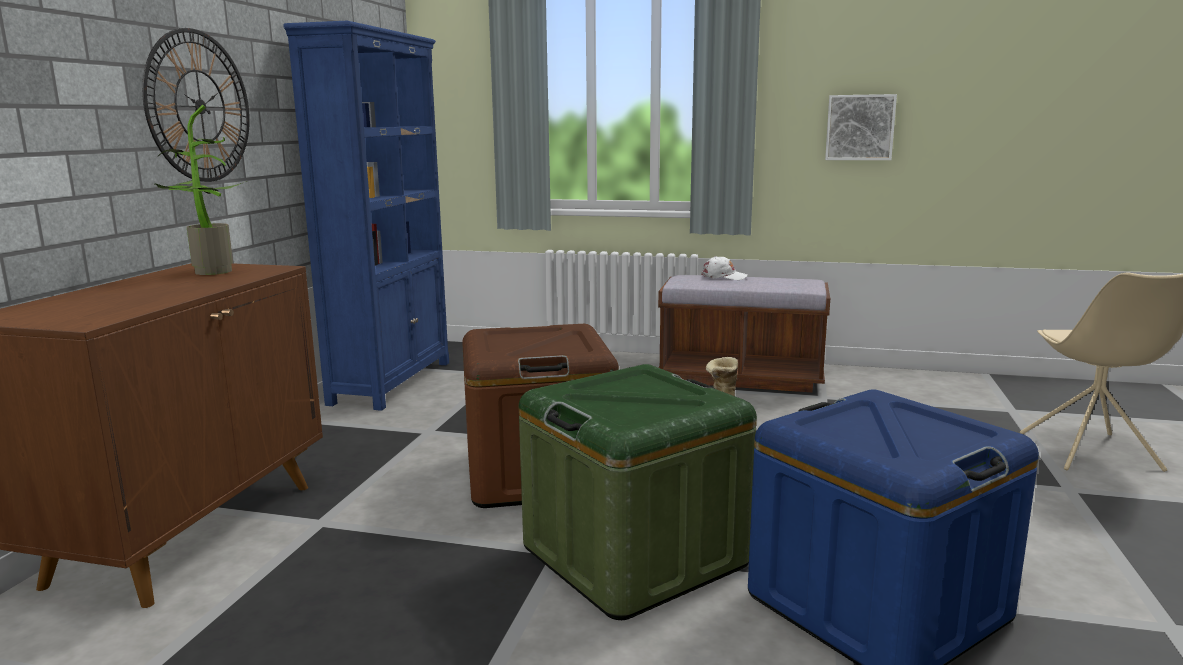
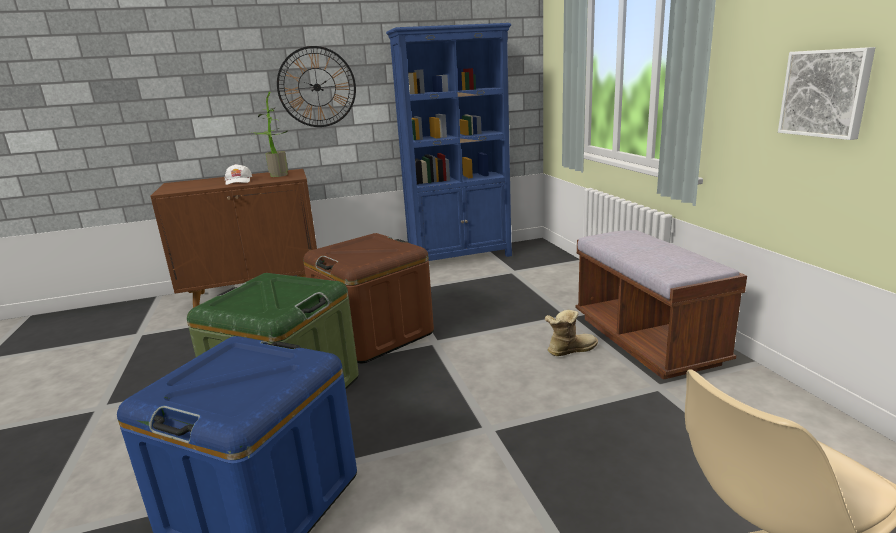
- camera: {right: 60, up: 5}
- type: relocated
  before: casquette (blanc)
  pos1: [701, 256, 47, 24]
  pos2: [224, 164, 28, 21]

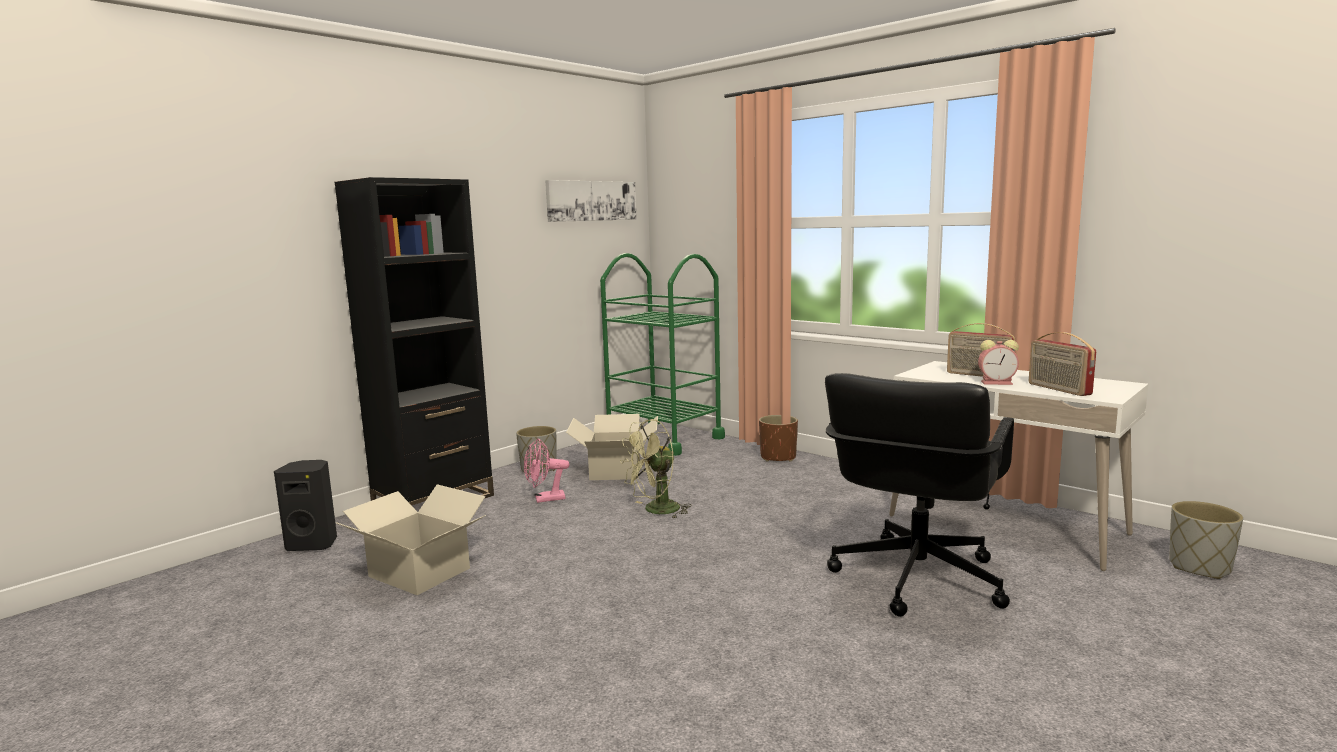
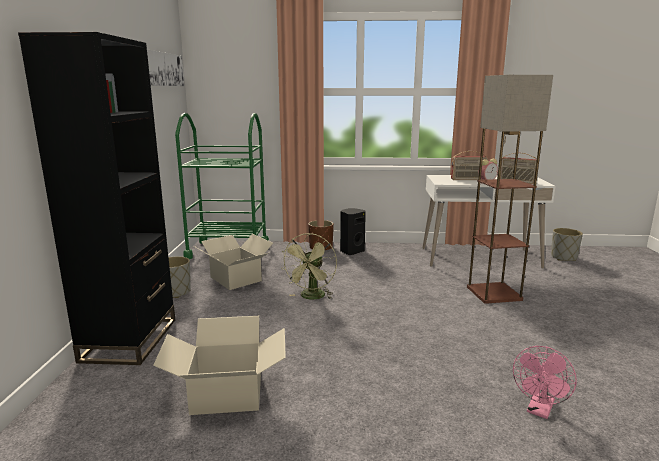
- camera: {right: -40, up: 5}
- type: relocated
  before: enceinte (noir)
  pos1: [274, 460, 63, 91]
  pos2: [340, 208, 26, 47]
- type: exchanged
  before: chaise de bureau (noir)
  after: lampadaire
  pos1: [825, 373, 189, 244]
  pos2: [467, 75, 86, 229]
- type: relocated
  before: ventilateur (rose)
  pos1: [524, 438, 46, 65]
  pos2: [513, 346, 64, 73]

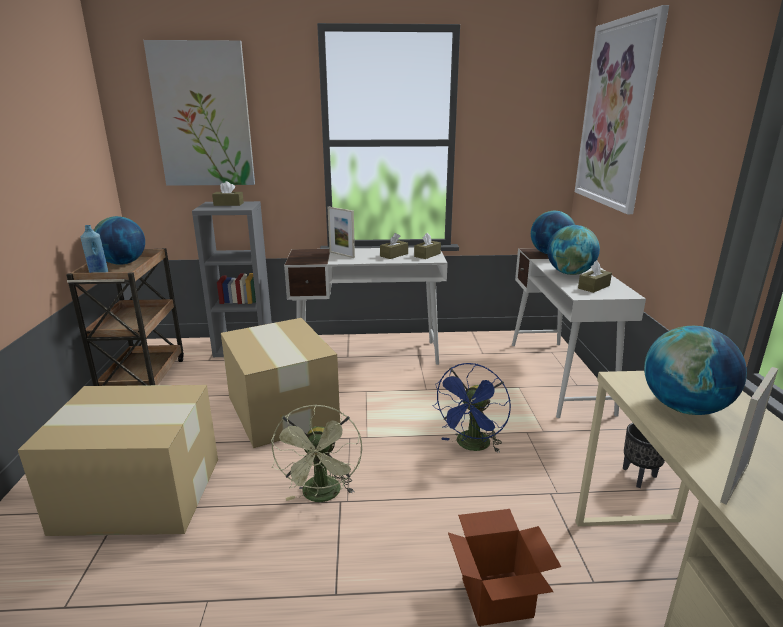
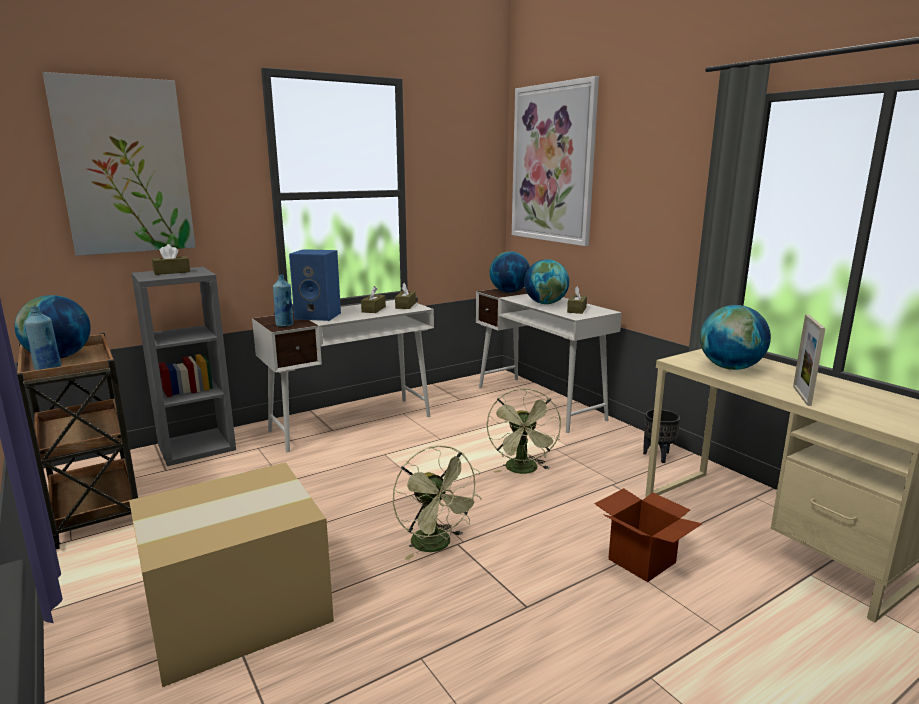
- camera: {right: -30, up: -5}
- type: appeared
  after: bouteille (bleu)
  pos2: [273, 275, 20, 52]
- type: exchanged
  before: cadre photo
  after: enceinte (bleu)
  pos1: [328, 207, 27, 51]
  pos2: [289, 249, 52, 72]
- type: colour
  before: ventilateur (bleu)
  after: ventilateur (vert)
  pos1: [432, 363, 79, 90]
  pos2: [487, 388, 74, 86]
- type: missing
  before: carton
  pos1: [221, 318, 119, 130]

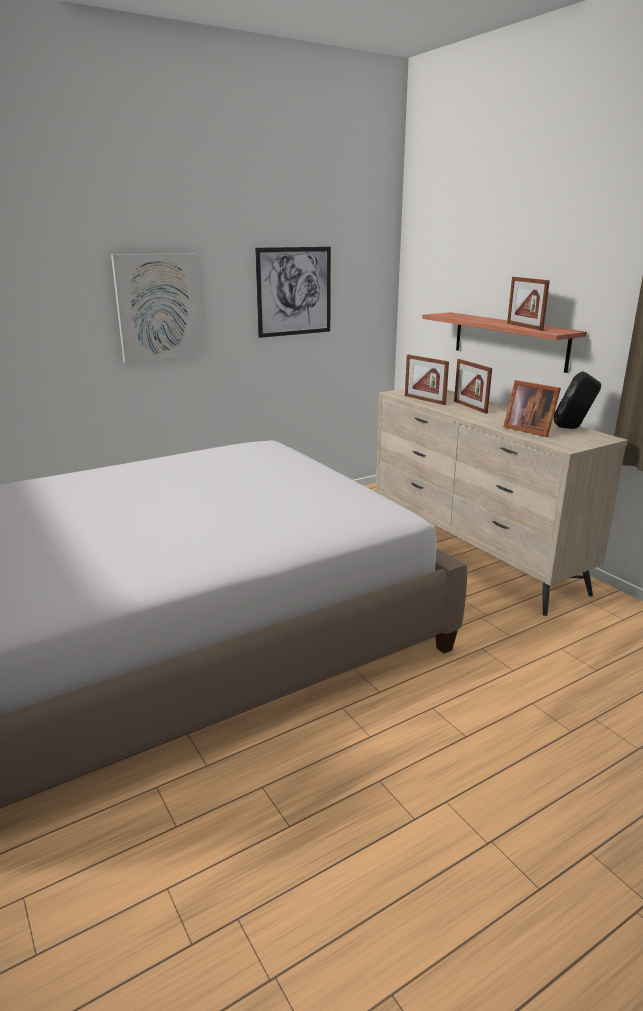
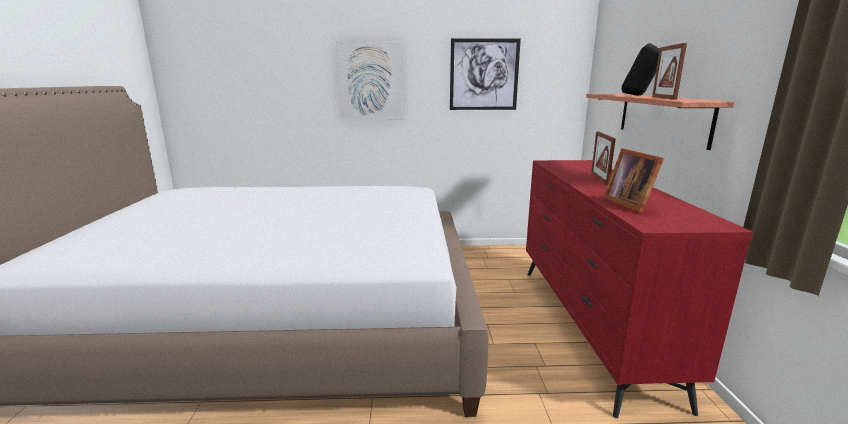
- camera: {right: 30, up: -5}
- type: colour
  before: commode (beige)
  after: commode (rouge)
  pos1: [376, 389, 252, 227]
  pos2: [526, 160, 228, 258]
- type: relocated
  before: enceinte (noir)
  pos1: [554, 371, 47, 58]
  pos2: [621, 43, 39, 52]
- type: missing
  before: cadre photo
  pos1: [405, 355, 44, 50]

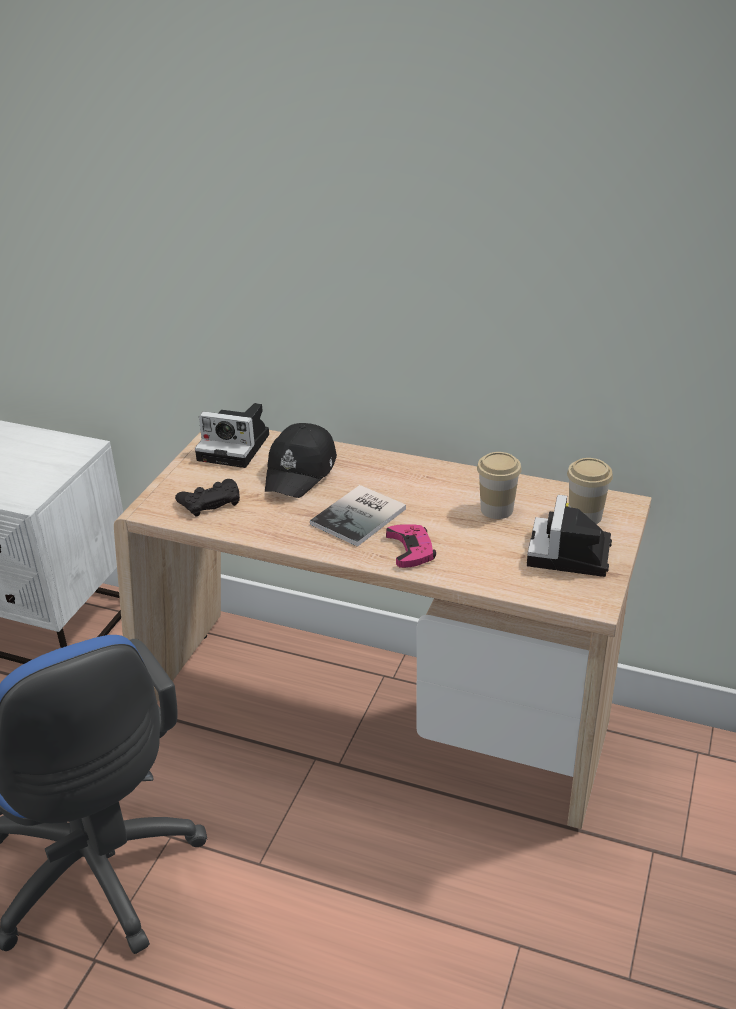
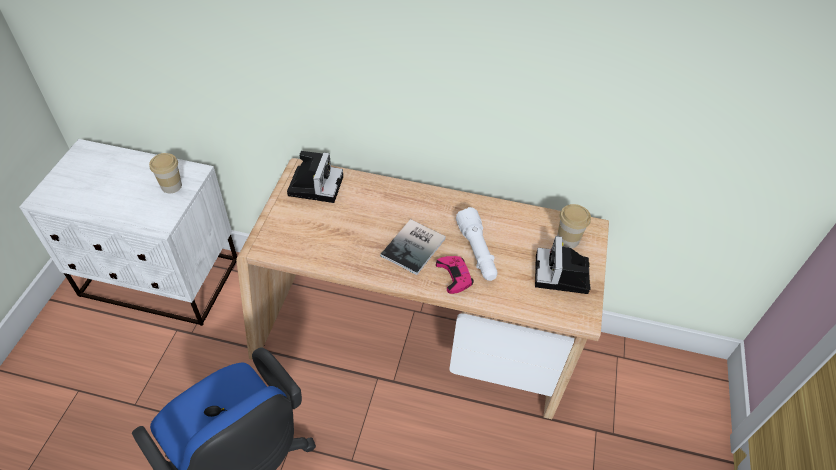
- camera: {right: -10, up: 15}
- type: relocated
  before: tasse
  pos1: [477, 452, 45, 67]
  pos2: [149, 153, 33, 40]
- type: spun
  before: appareil photo
  pos1: [195, 403, 74, 65]
  pos2: [287, 151, 56, 52]
  turn: -90
- type: appeared
  after: lampe de poche (blanc)
  pos2: [456, 207, 42, 74]
- type: missing
  before: manette (noir)
  pos1: [175, 479, 65, 38]
- type: missing
  before: casquette (noir)
  pos1: [265, 423, 72, 75]

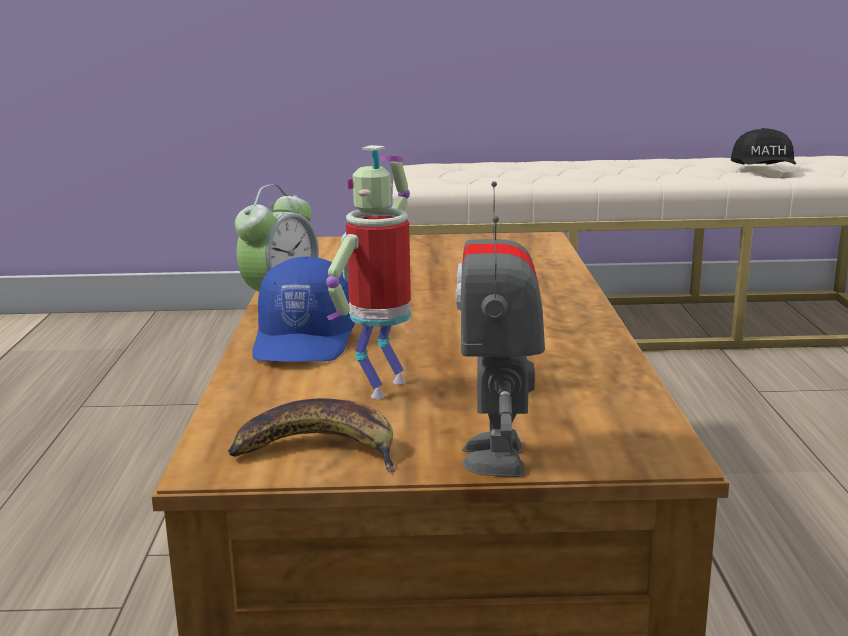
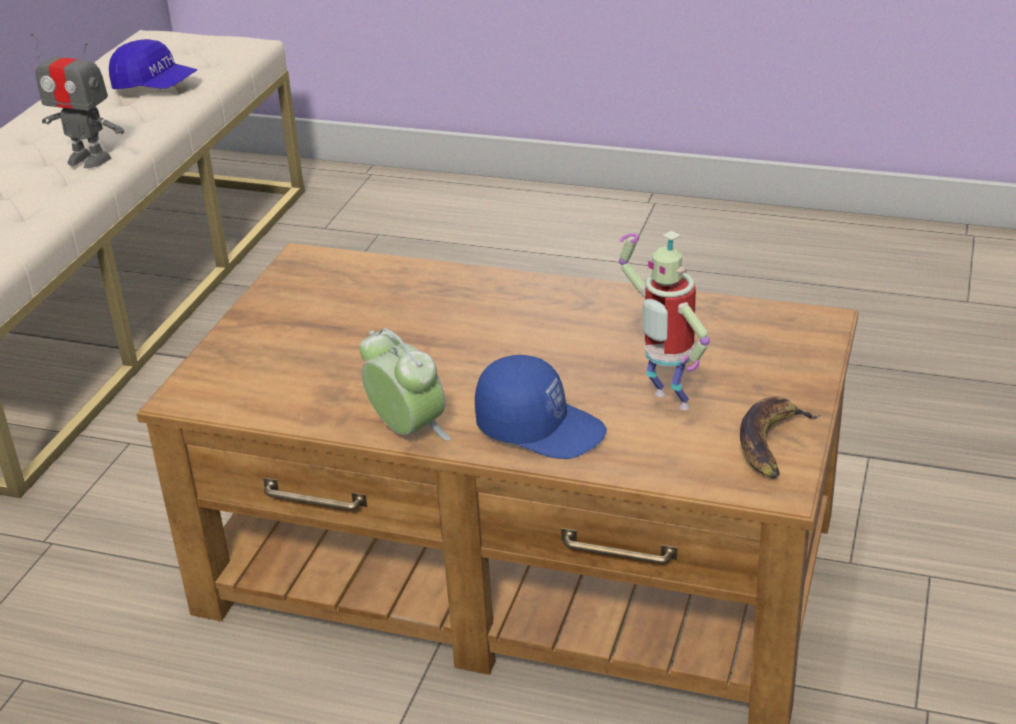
- camera: {right: -70, up: 15}
- type: relocated
  before: robot jouet
  pos1: [456, 181, 89, 296]
  pos2: [30, 33, 94, 135]
- type: colour
  before: casquette (noir)
  after: casquette (bleu)
  pos1: [731, 128, 65, 37]
  pos2: [109, 39, 88, 50]

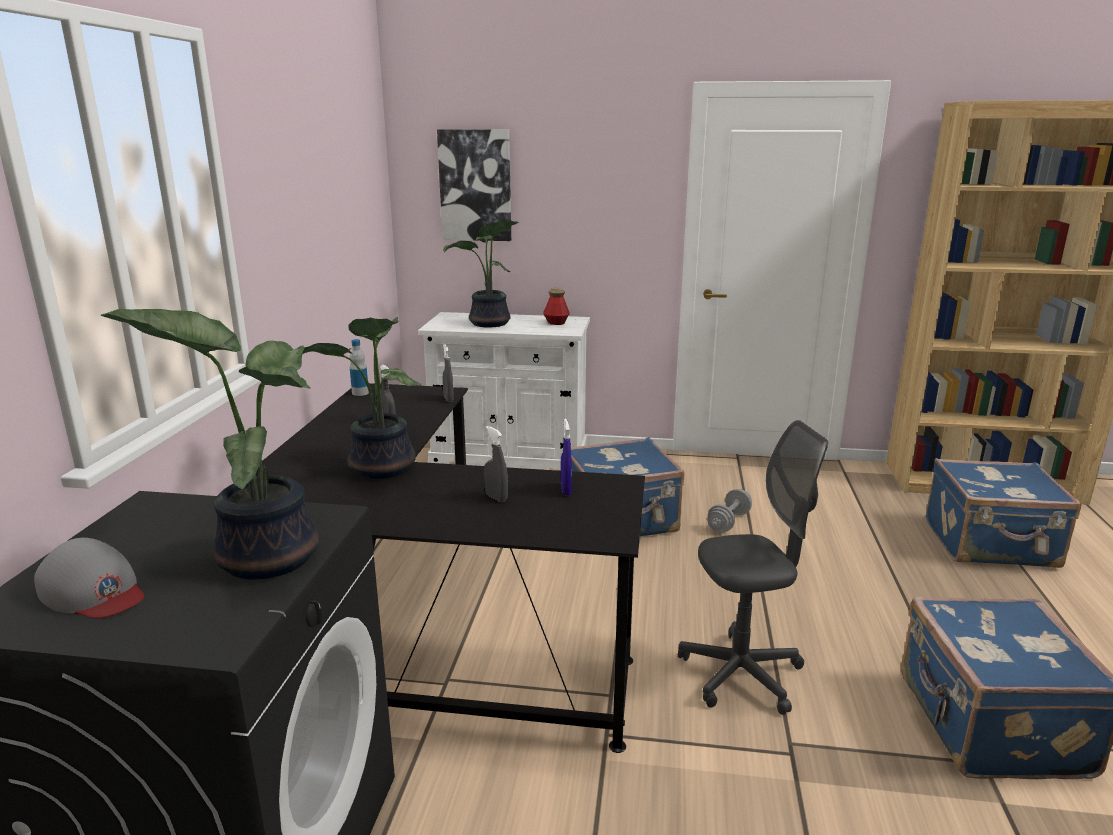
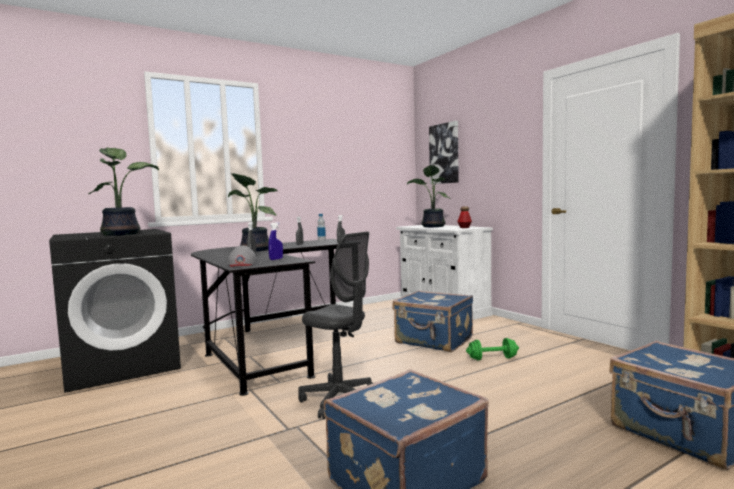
- camera: {right: 50, up: -15}
- type: relocated
  before: casquette (gris)
  pos1: [34, 538, 110, 81]
  pos2: [228, 245, 29, 22]
- type: colour
  before: haltère (gris)
  after: haltère (vert)
  pos1: [707, 489, 45, 43]
  pos2: [466, 338, 53, 22]

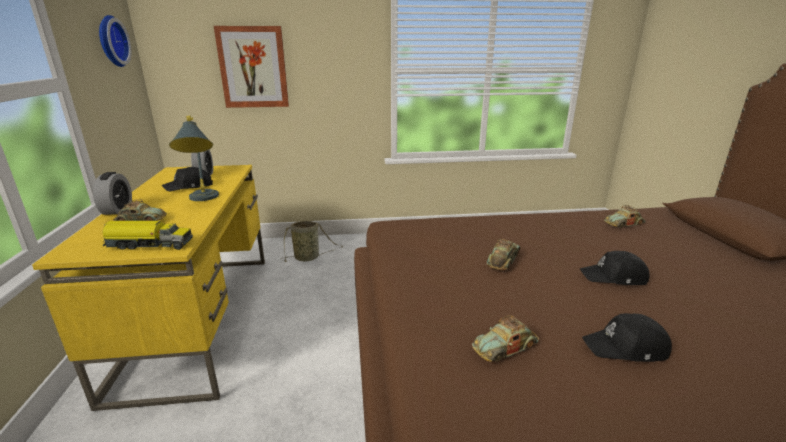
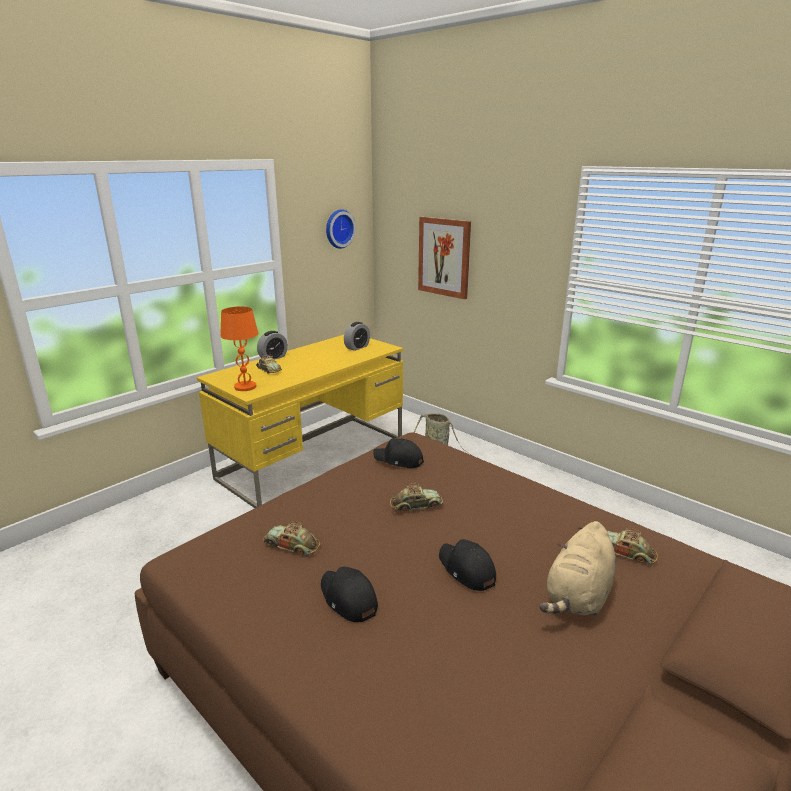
- camera: {right: 50, up: 0}
- type: exchanged
  before: camion jouet
  after: lampe de table (orange)
  pos1: [103, 221, 90, 29]
  pos2: [220, 306, 38, 85]
- type: relocated
  before: casquette (noir)
  pos1: [162, 167, 51, 24]
  pos2: [373, 438, 51, 30]
- type: appeared
  after: peluche (beige)
  pos2: [539, 521, 77, 95]
- type: missing
  before: lampe de table (gris)
  pos1: [169, 116, 50, 85]

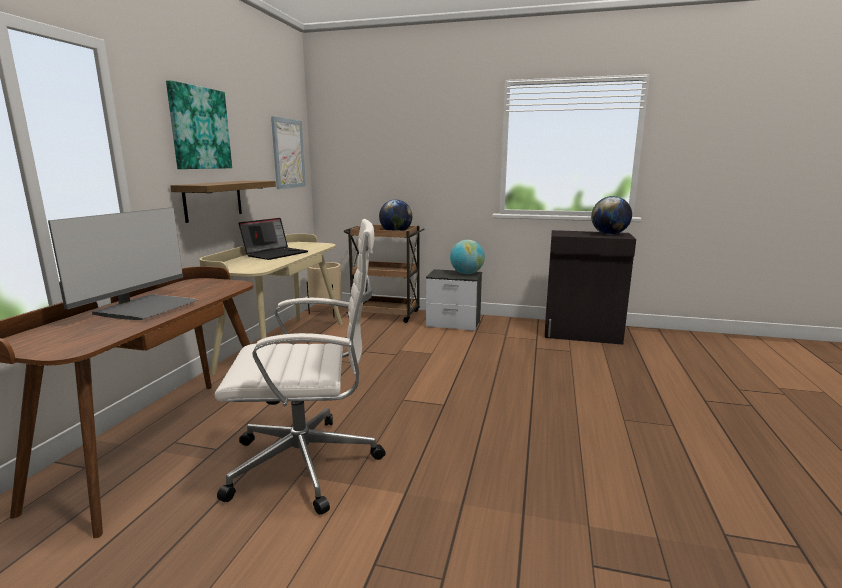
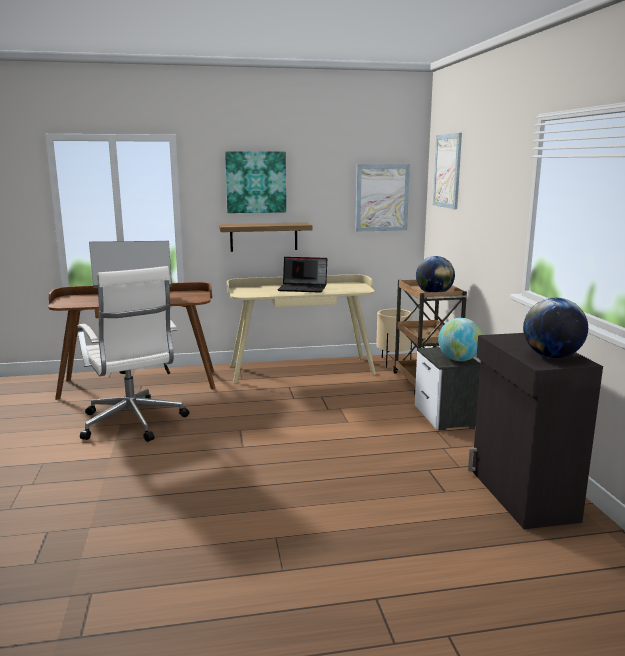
- camera: {right: 65, up: 0}
- type: appeared
  after: tableau
  pos2: [433, 133, 29, 76]

